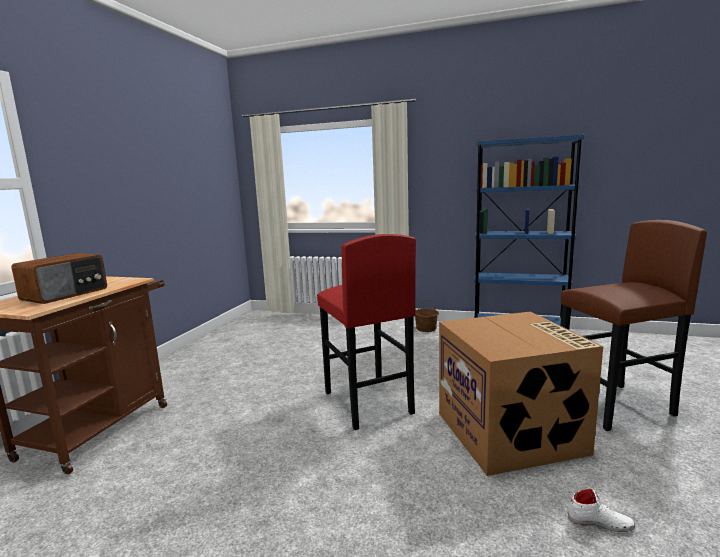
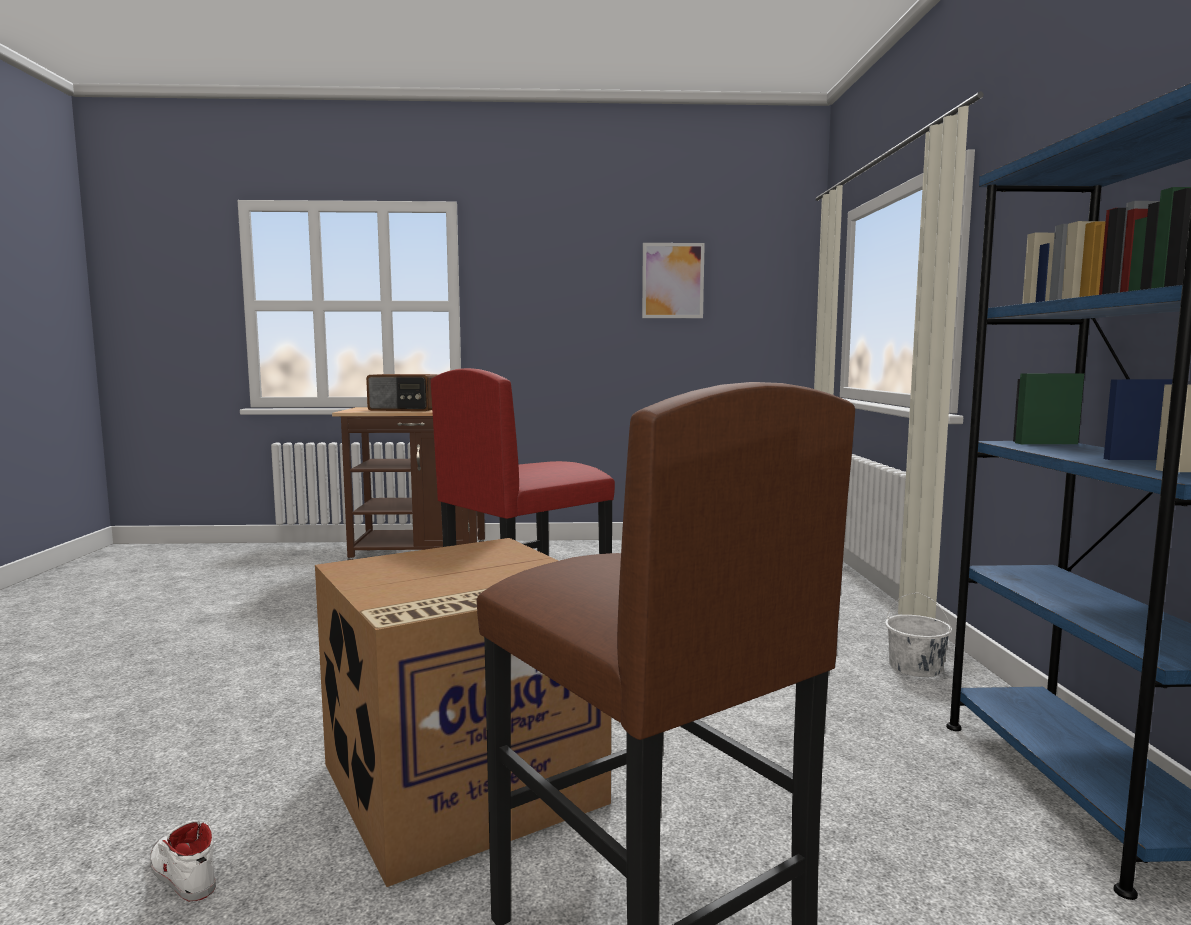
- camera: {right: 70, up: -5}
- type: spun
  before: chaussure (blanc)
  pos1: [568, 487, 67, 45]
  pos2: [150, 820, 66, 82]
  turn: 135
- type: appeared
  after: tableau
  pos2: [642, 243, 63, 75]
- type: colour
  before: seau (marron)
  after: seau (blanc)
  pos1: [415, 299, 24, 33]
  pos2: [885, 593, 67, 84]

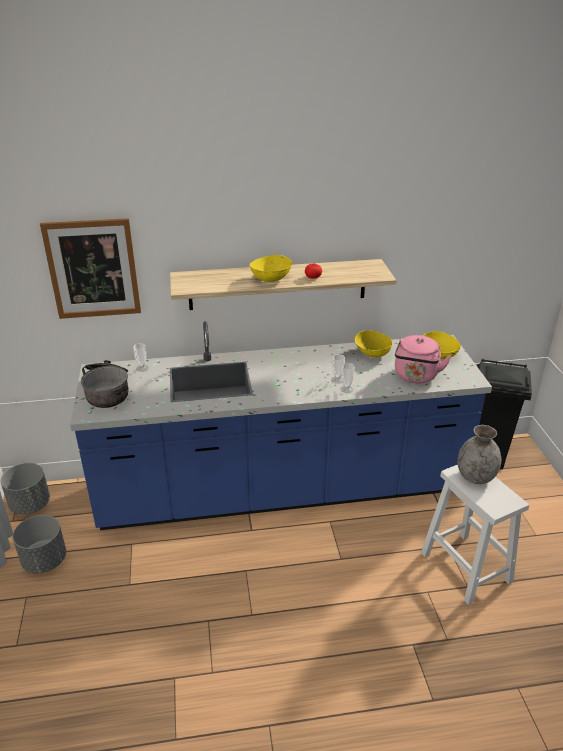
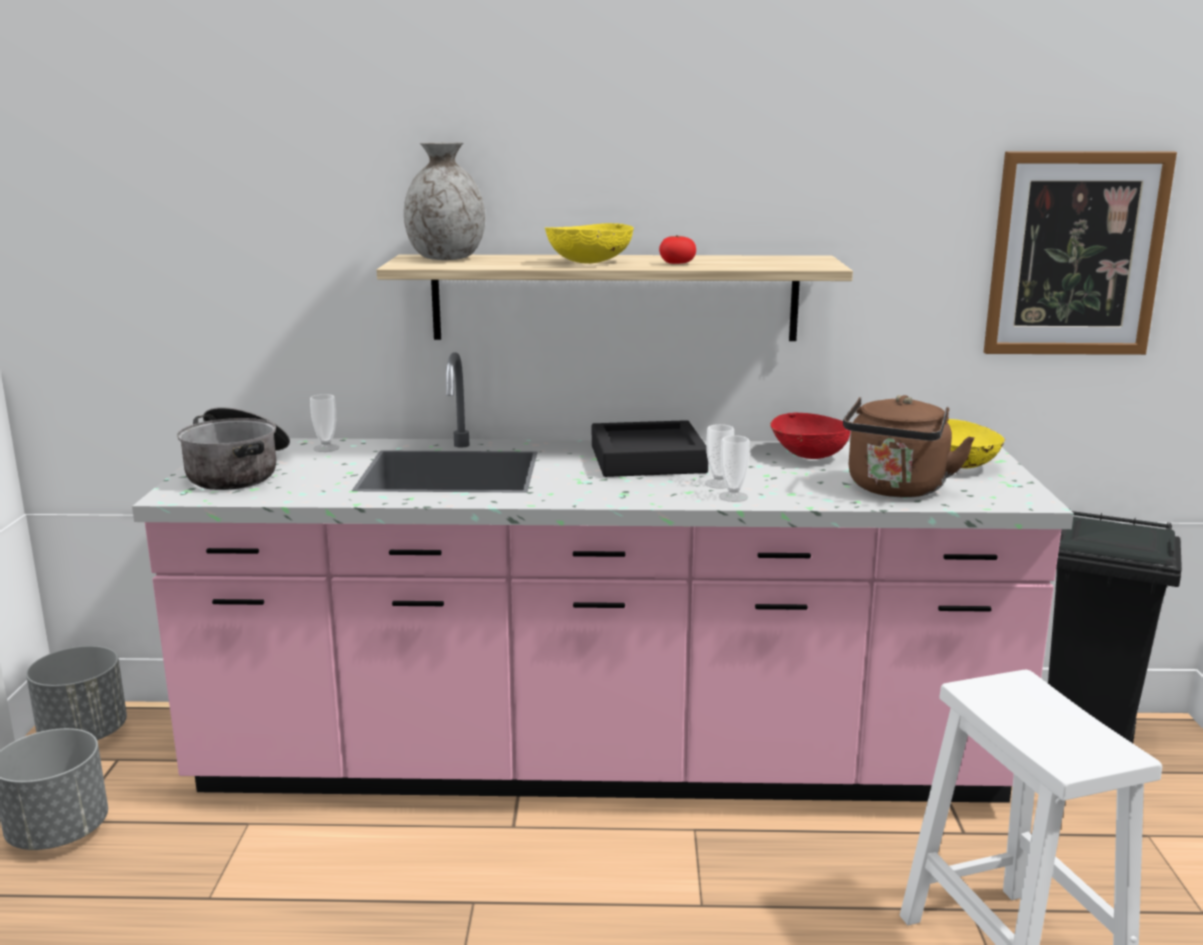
- camera: {right: 10, up: -15}
- type: colour
  before: comptoir de cuisine (bleu)
  after: comptoir de cuisine (rose)
  pos1: [70, 321, 422, 209]
  pos2: [132, 353, 942, 450]
- type: relocated
  before: vase (gris)
  pos1: [457, 425, 44, 59]
  pos2: [404, 142, 81, 118]
- type: appeared
  after: plateau (noir)
  pos2: [592, 420, 116, 57]
- type: colour
  before: bol (jaune)
  after: bol (rouge)
  pos1: [354, 331, 38, 27]
  pos2: [770, 412, 81, 47]
- type: colour
  before: bouilloire (rose)
  after: bouilloire (marron)
  pos1: [395, 335, 56, 48]
  pos2: [843, 395, 132, 102]
- type: relocated
  before: tableau
  pos1: [40, 218, 101, 101]
  pos2: [984, 151, 193, 204]

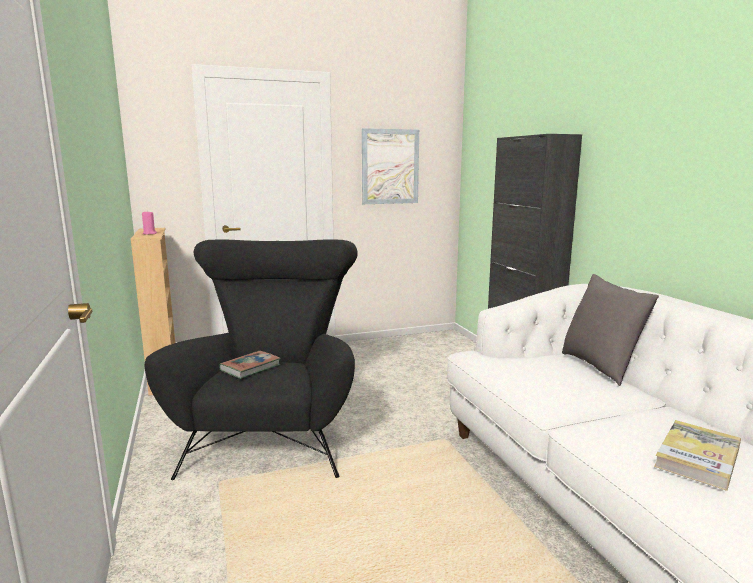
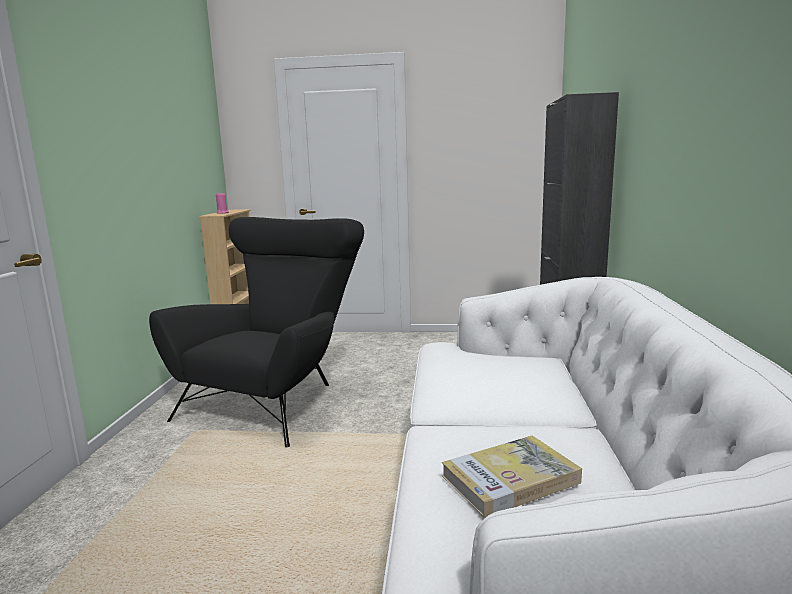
- camera: {right: 25, up: 0}
- type: missing
  before: livre
  pos1: [219, 351, 62, 28]
- type: missing
  before: tableau
  pos1: [362, 128, 57, 76]
- type: missing
  before: coussin (gris)
  pos1: [562, 274, 97, 112]

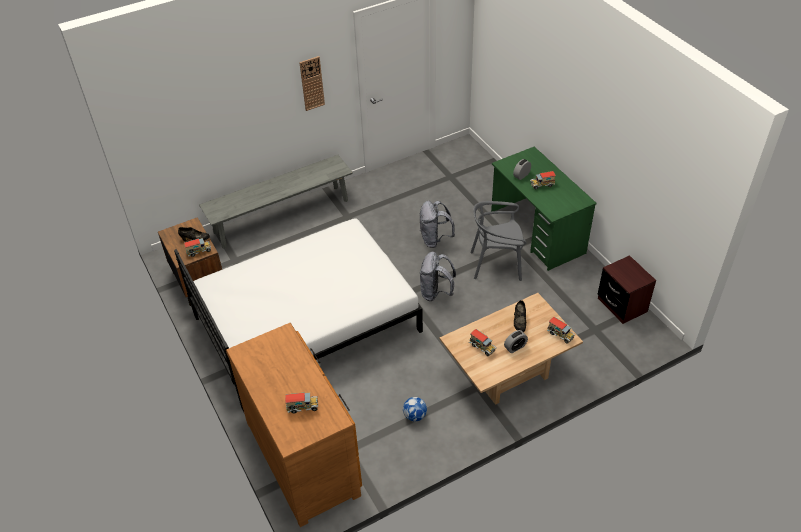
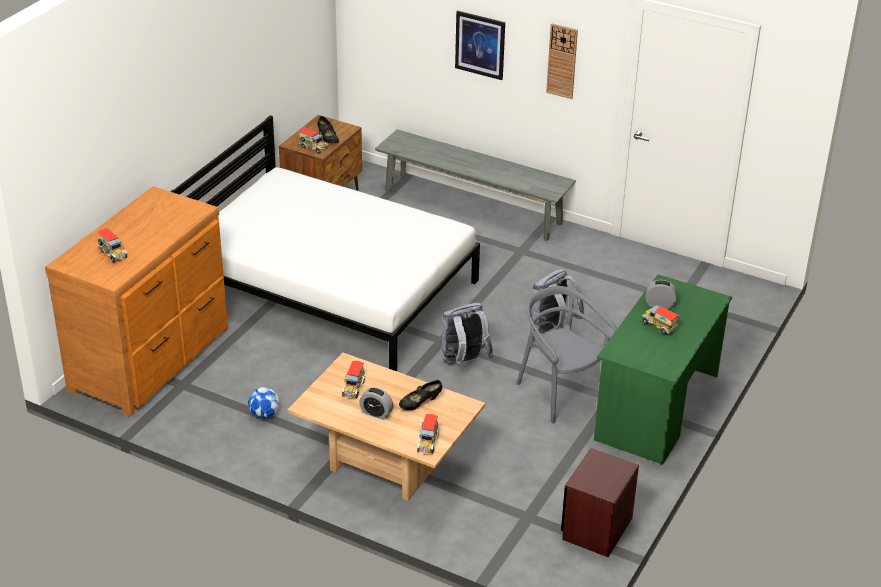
- camera: {right: 55, up: -10}
- type: appeared
  after: tableau
  pos2: [455, 11, 50, 69]

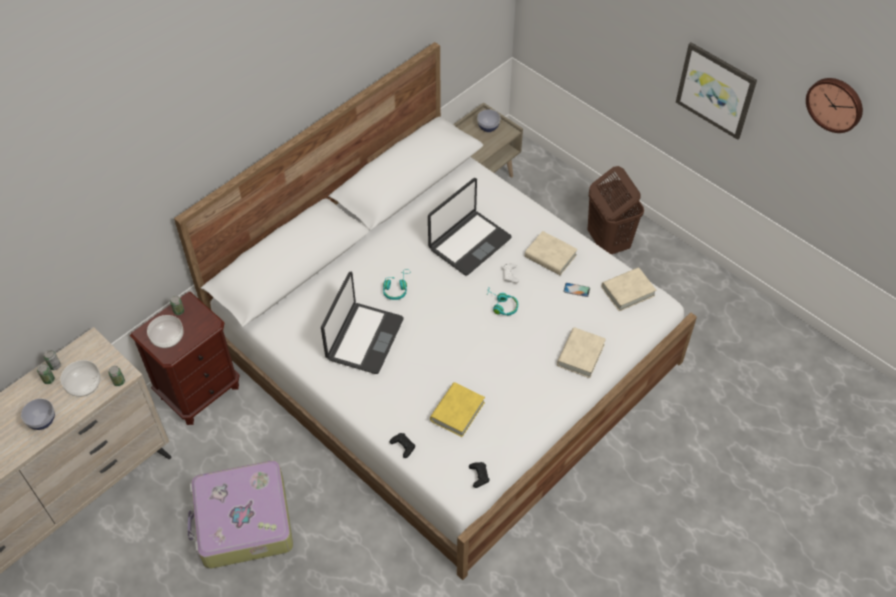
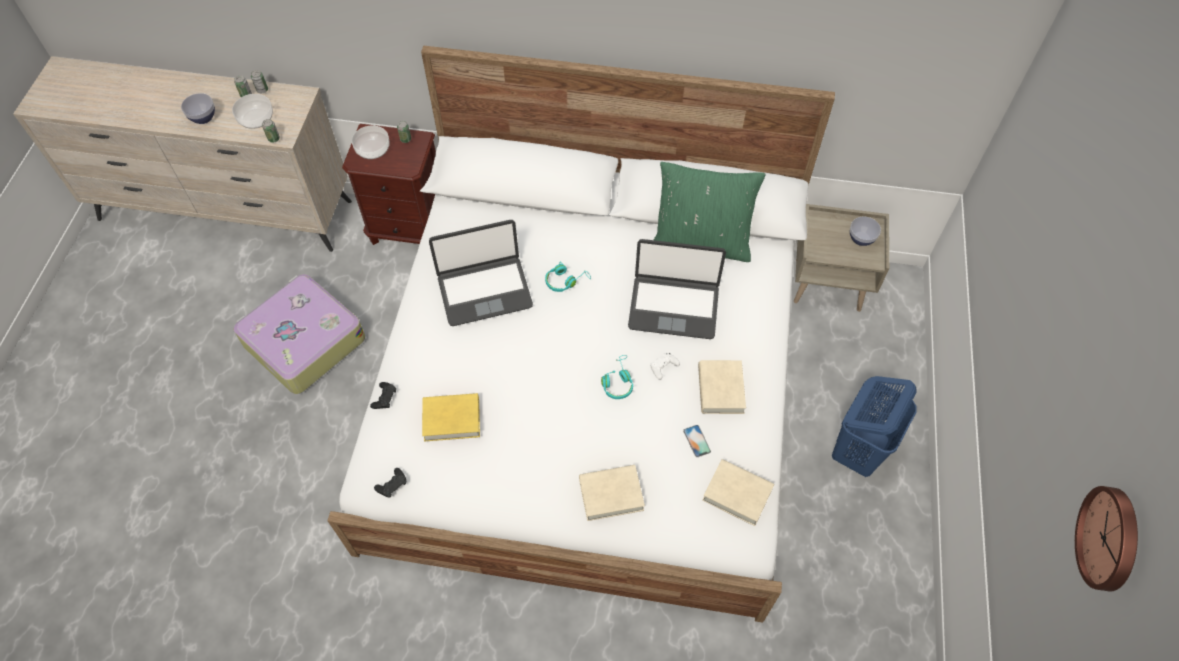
- camera: {right: 55, up: 5}
- type: appeared
  after: coussin (vert)
  pos2: [654, 162, 111, 100]
- type: colour
  before: panier à linge (marron)
  after: panier à linge (bleu)
  pos1: [588, 166, 56, 88]
  pos2: [832, 376, 85, 101]
- type: missing
  before: tableau
  pos1: [676, 42, 81, 98]

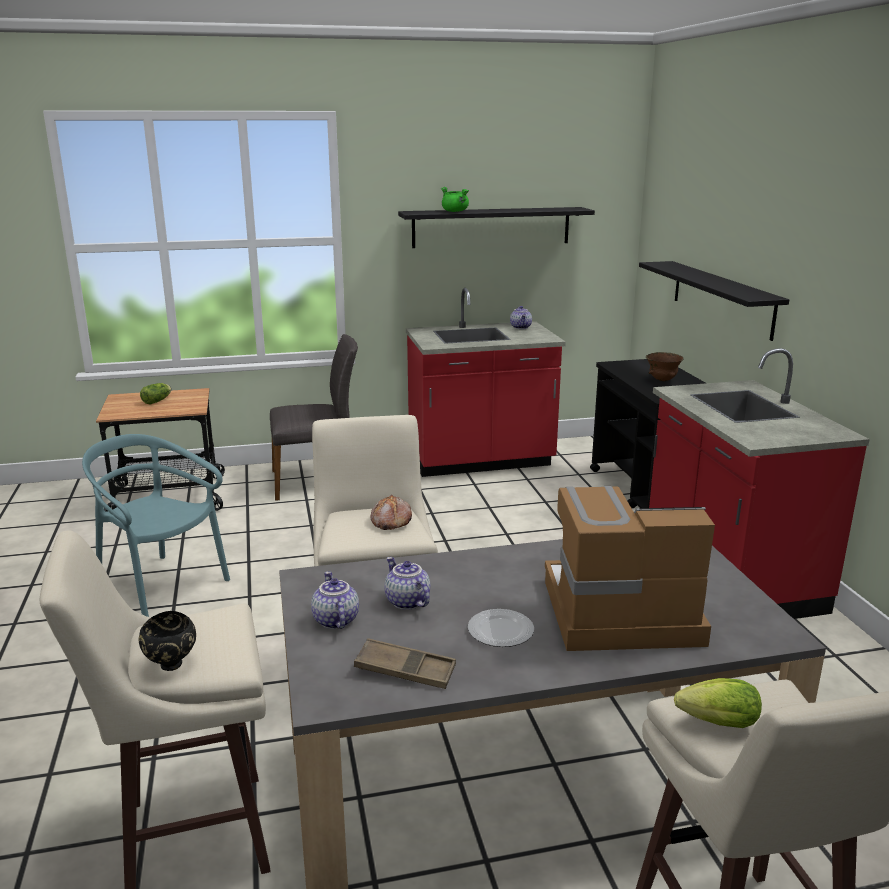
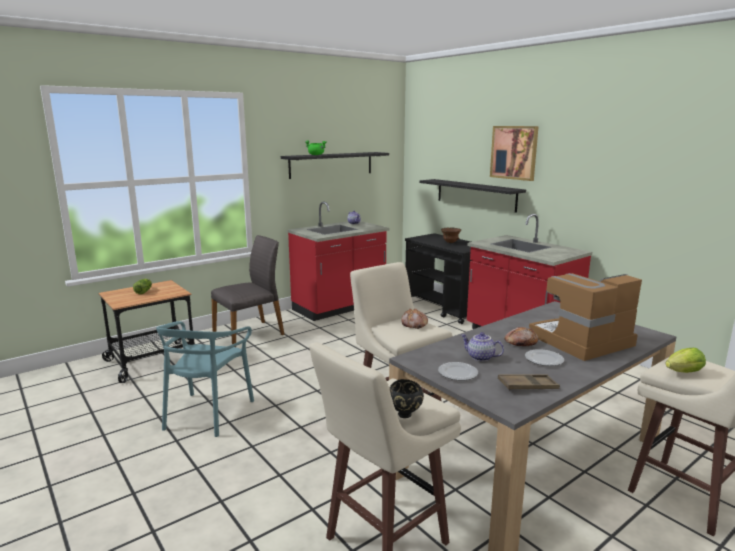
- camera: {right: -25, up: -5}
- type: spun
  before: chaise (turquoise)
  pos1: [82, 434, 148, 183]
  pos2: [156, 321, 98, 116]
  turn: -90
- type: exchanged
  before: théière
  after: assiette
  pos1: [311, 571, 48, 58]
  pos2: [438, 362, 40, 19]
- type: appeared
  after: tableau
  pos2: [490, 126, 49, 55]
- type: appeared
  after: pain
  pos2: [505, 327, 34, 19]

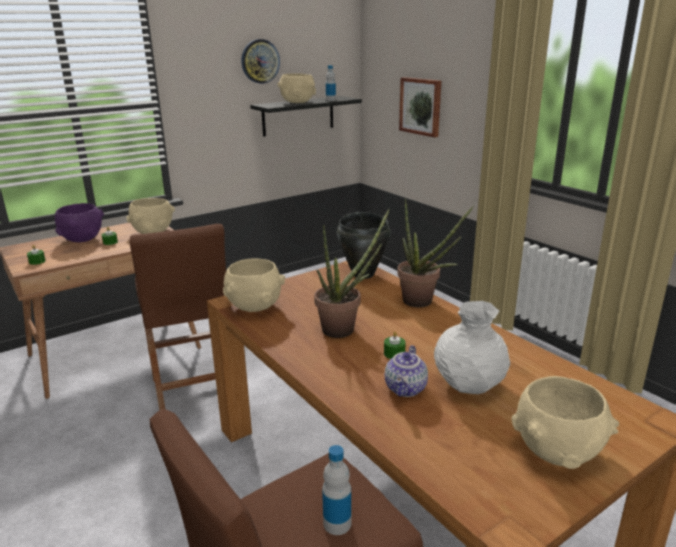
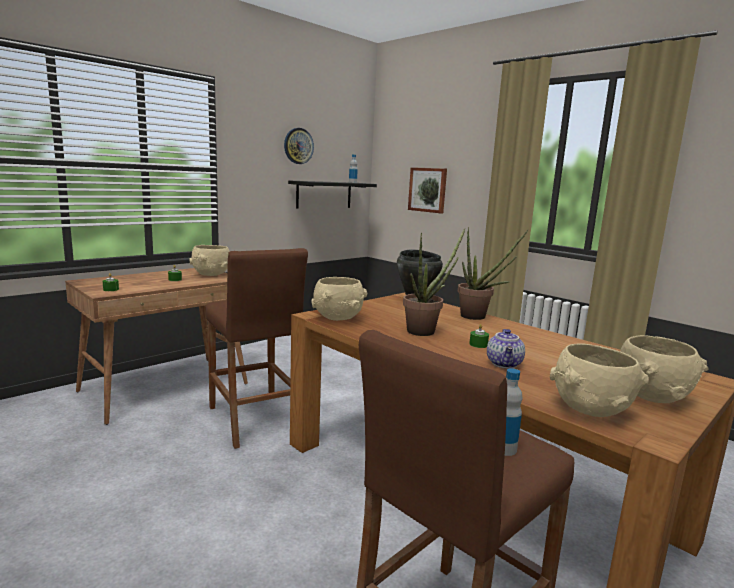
- camera: {right: -10, up: -10}
- type: relocated
  before: bol (beige)
  pos1: [278, 73, 38, 30]
  pos2: [550, 343, 99, 74]
- type: missing
  before: bol (violet)
  pos1: [55, 203, 49, 40]
- type: missing
  before: vase (blanc)
  pos1: [434, 301, 76, 93]

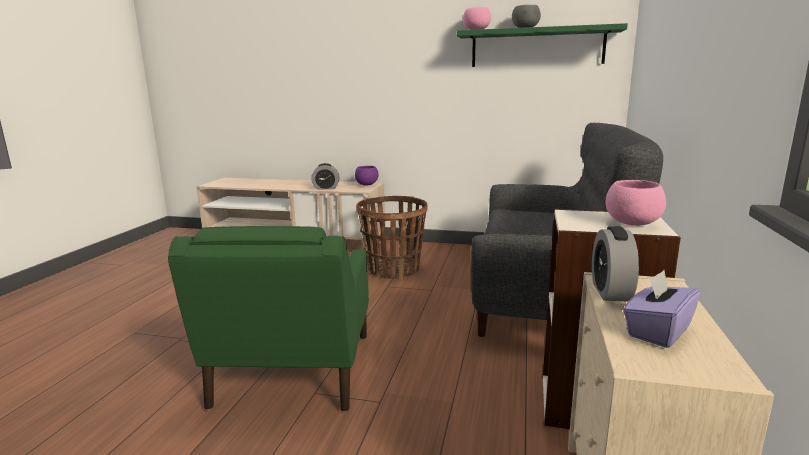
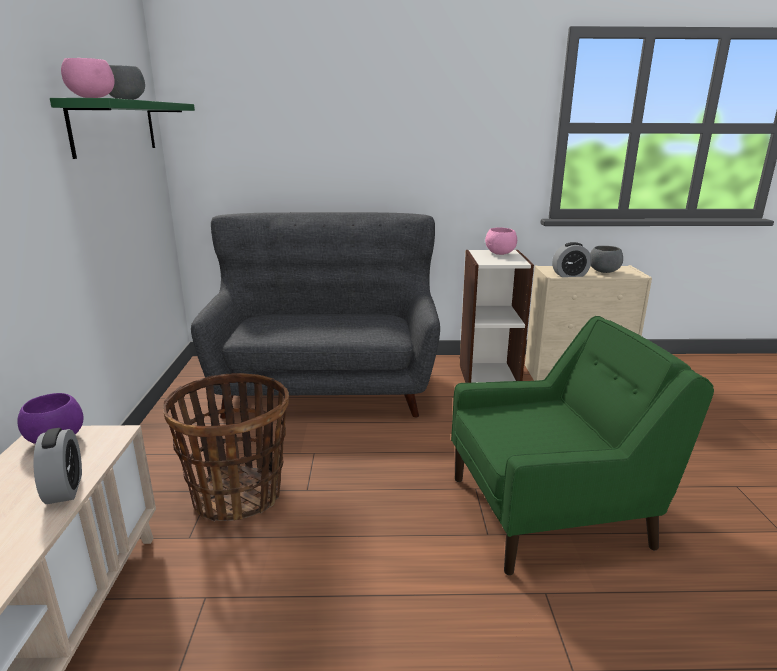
- camera: {right: -105, up: 5}
- type: exchanged
  before: boîte à mouchoirs (violet)
  after: bol (gris)
  pos1: [623, 270, 78, 78]
  pos2: [590, 246, 33, 27]

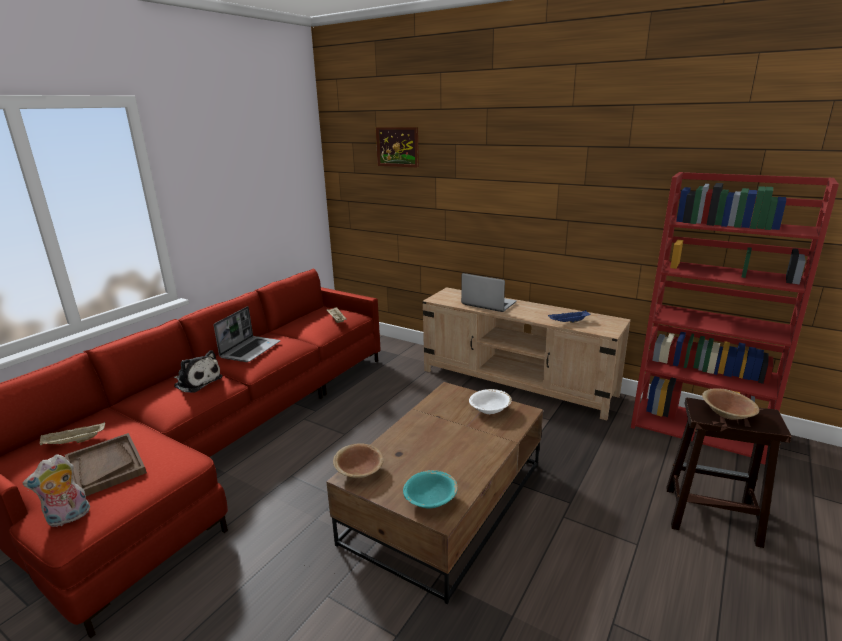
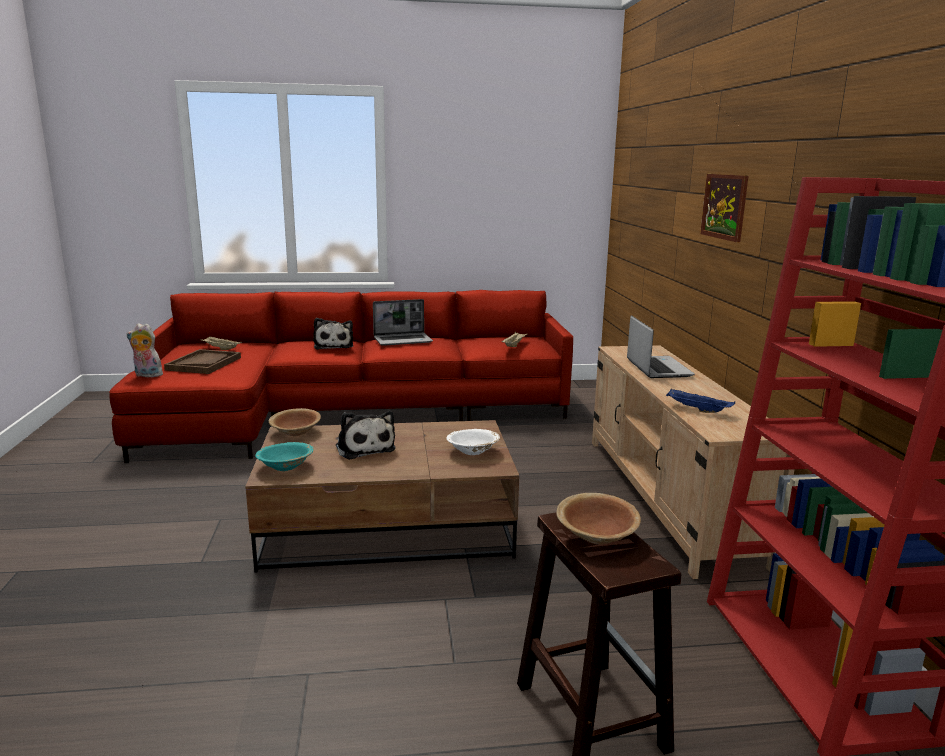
- camera: {right: 50, up: -5}
- type: appeared
  after: peluche
  pos2: [336, 411, 60, 49]
- type: relocated
  before: tableau
  pos1: [376, 127, 43, 41]
  pos2: [700, 174, 48, 68]

